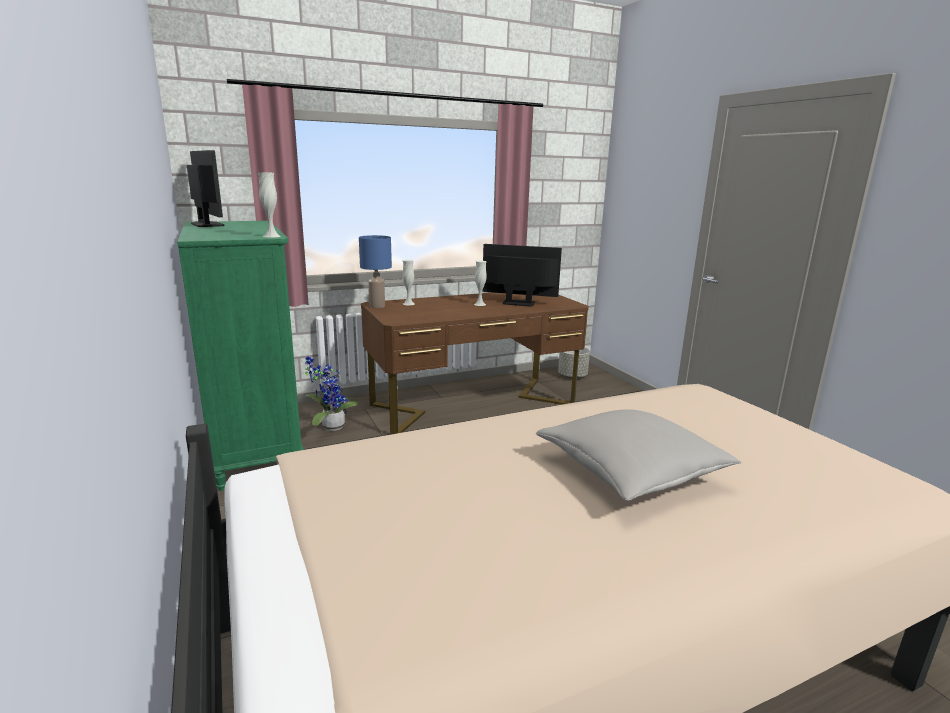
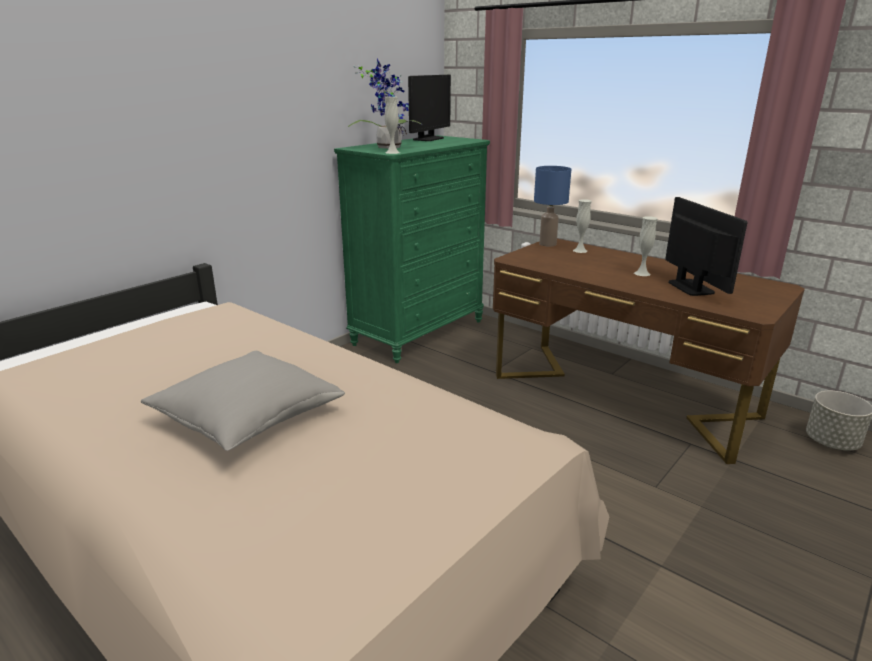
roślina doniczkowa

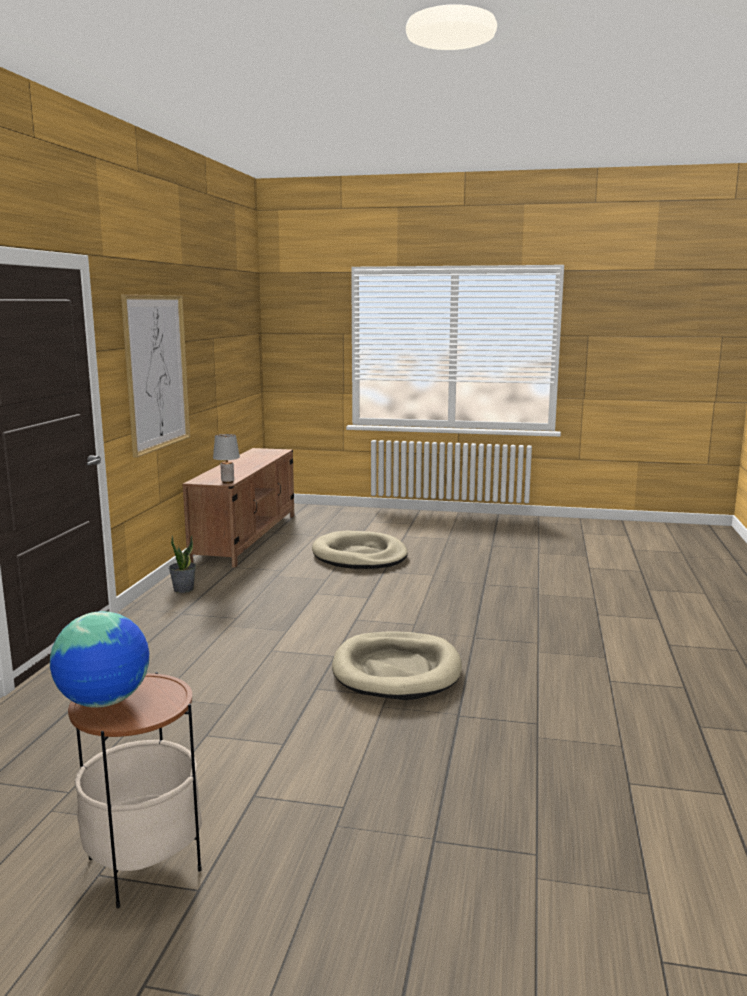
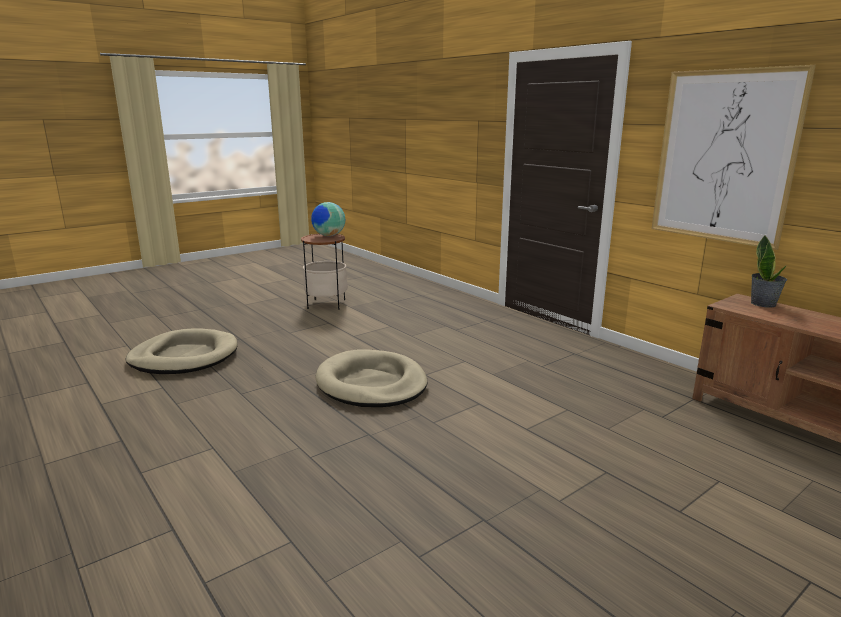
lampa stołowa/szary
roślina doniczkowa
legowisko/beżowy (1st from left)

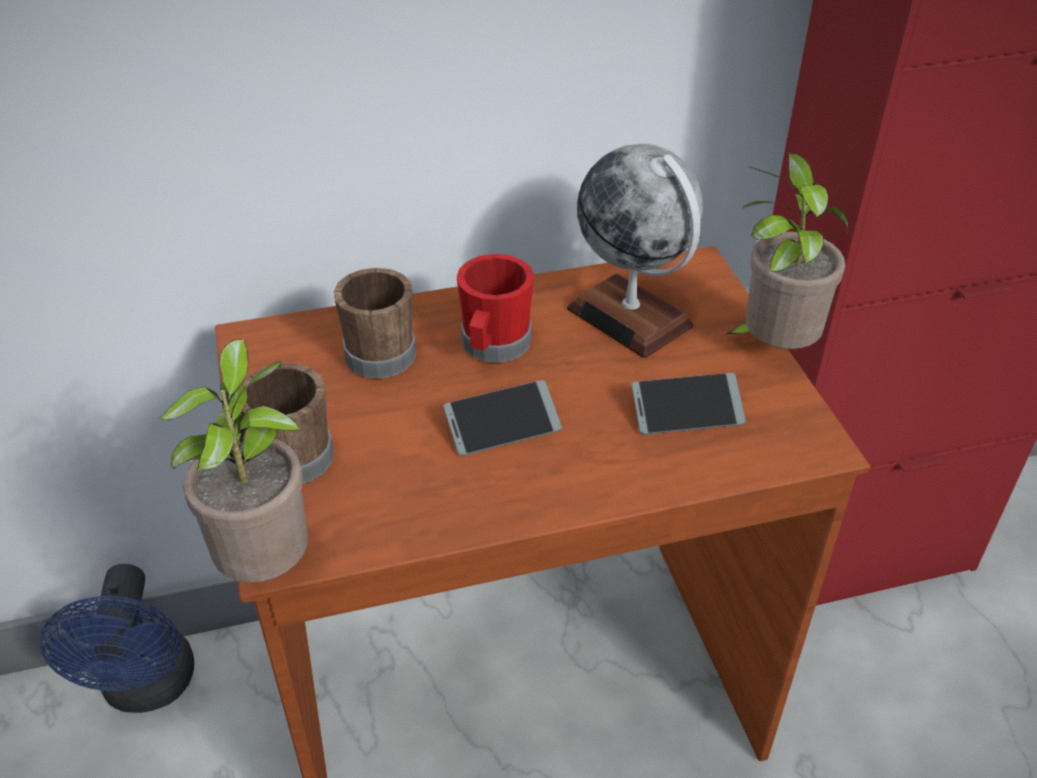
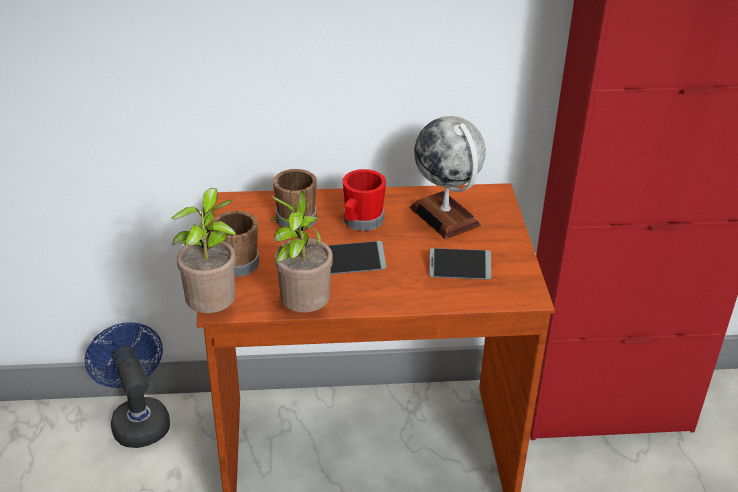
roślina doniczkowa (2nd from left)
wentylator/niebieski

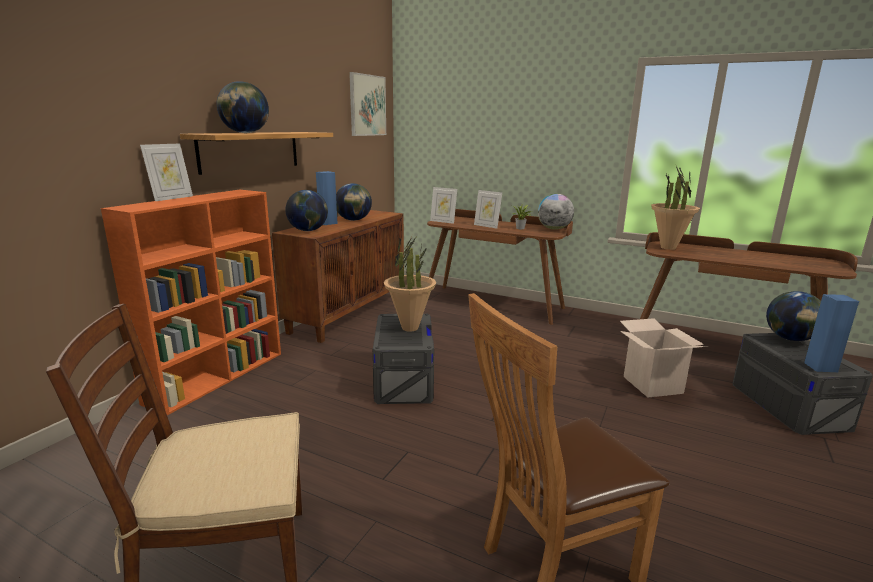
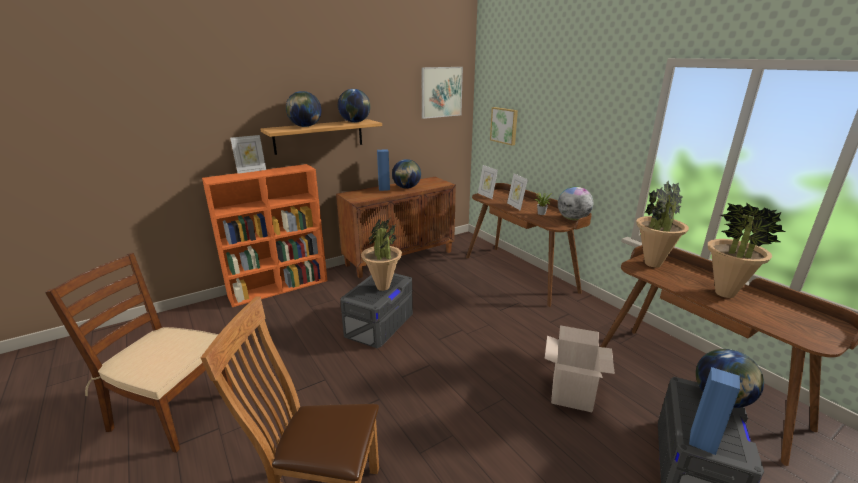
obraz (2nd from left)
roślina doniczkowa (4th from left)
globus (2nd from left)

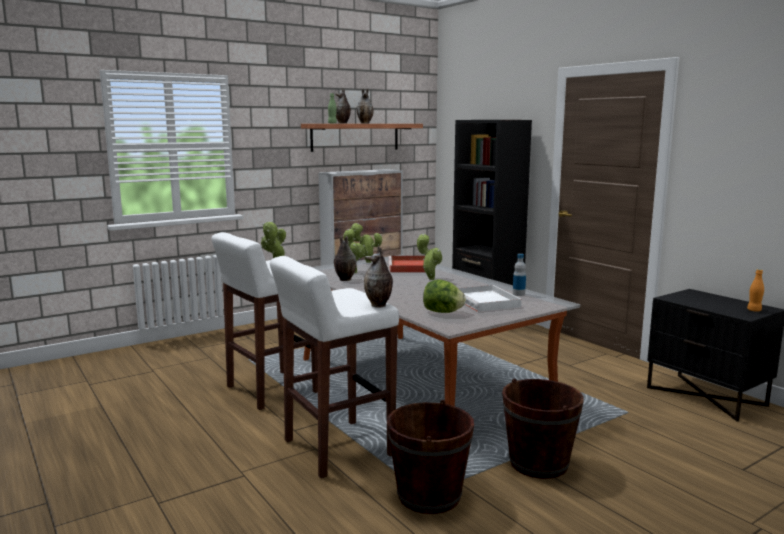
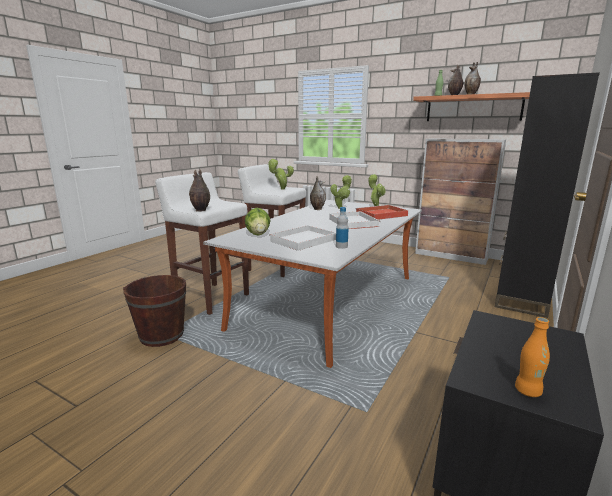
wiadro/brązowy (2nd from left in the first image)
taca/biały (2nd from left)

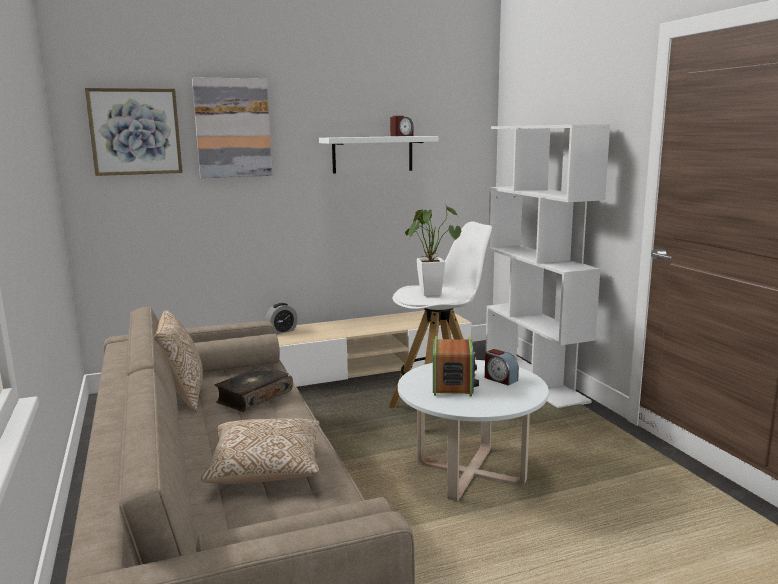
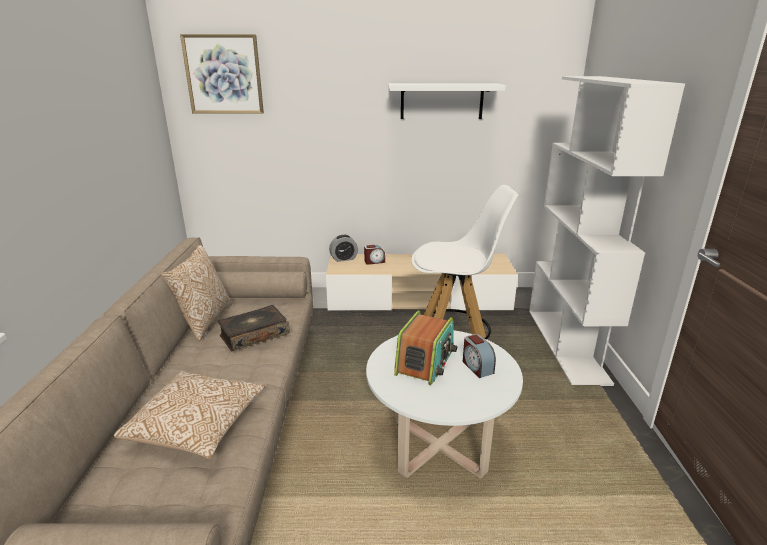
obraz (2nd from left in the first image)
roślina doniczkowa
budzik (2nd from left)

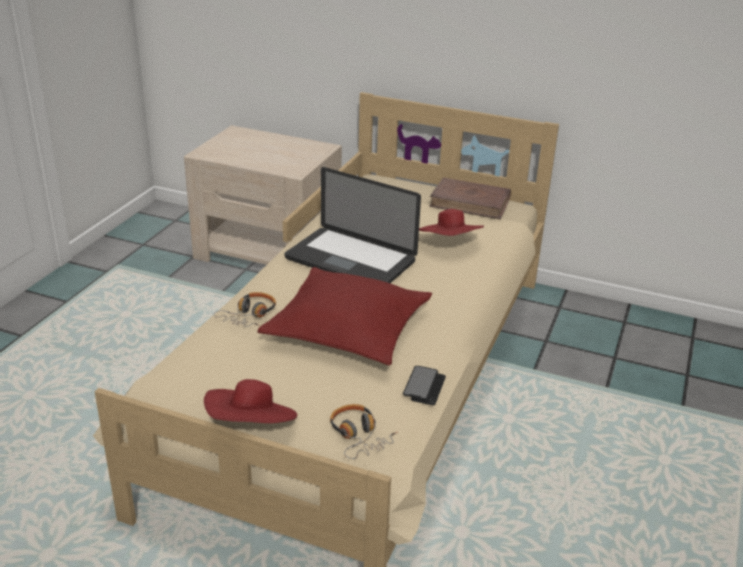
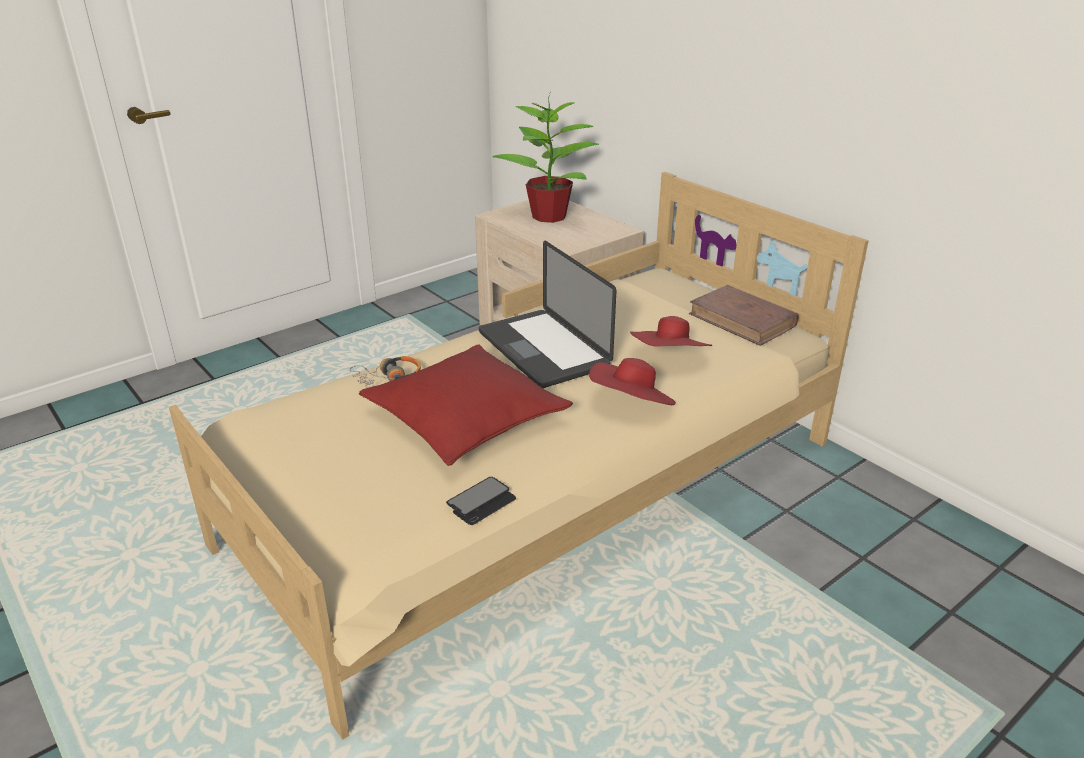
słuchawki (2nd from left in the first image)
roślina doniczkowa
kapelusz/czerwony (1st from left)

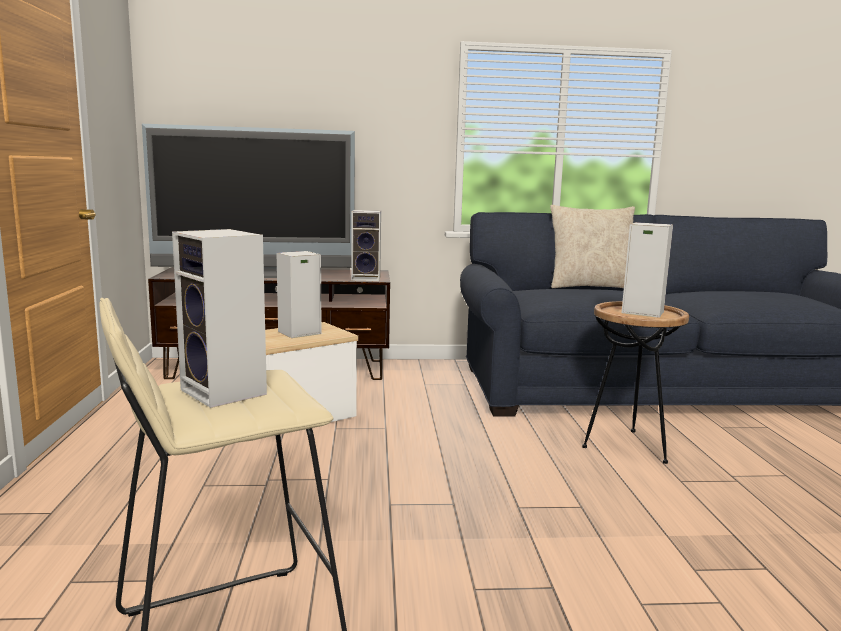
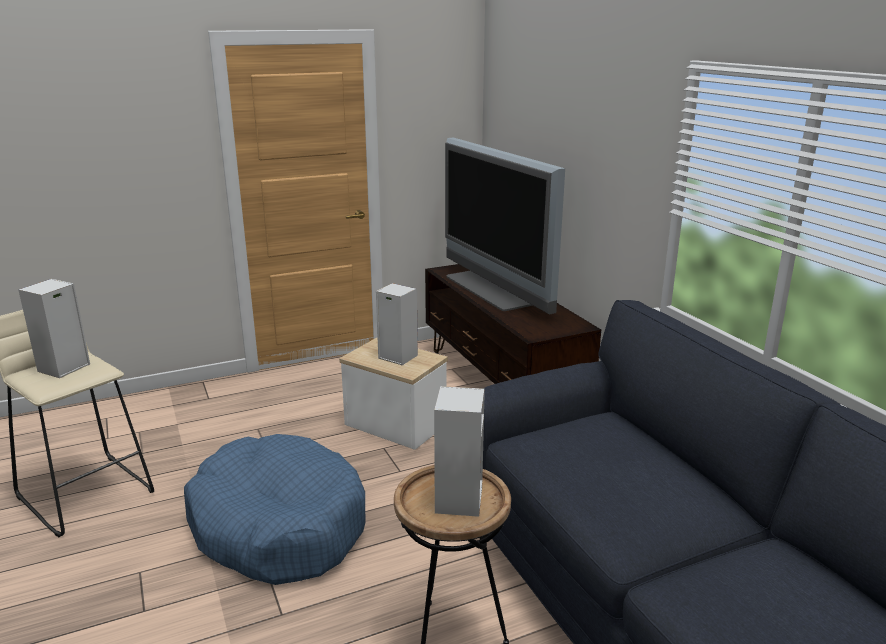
głośnik (3rd from left in the first image)
poduszka/beżowy
legowisko/niebieski

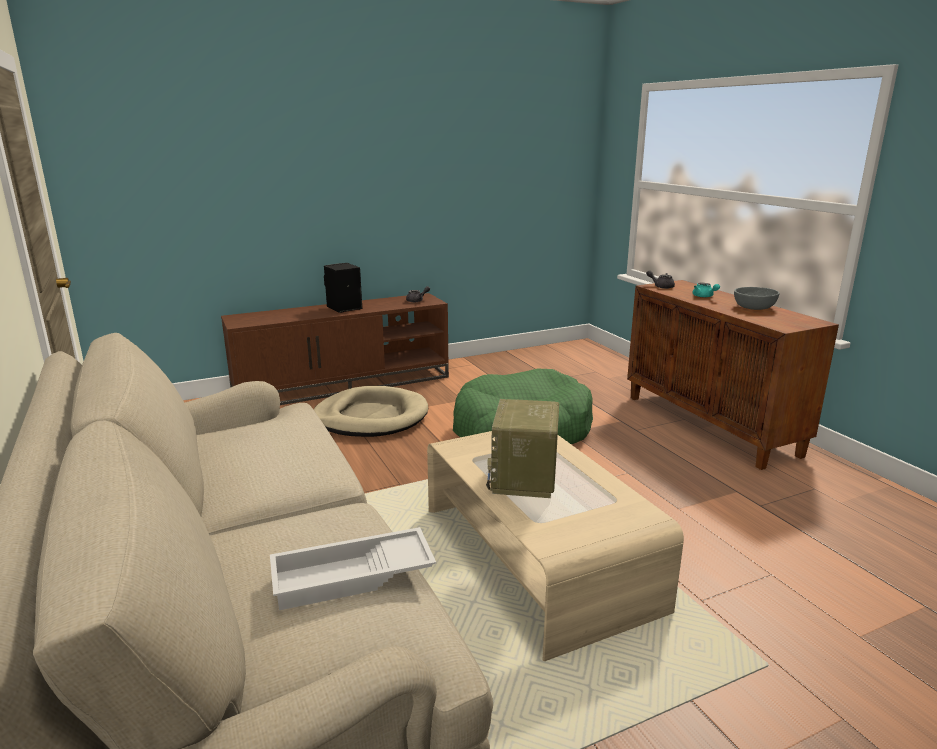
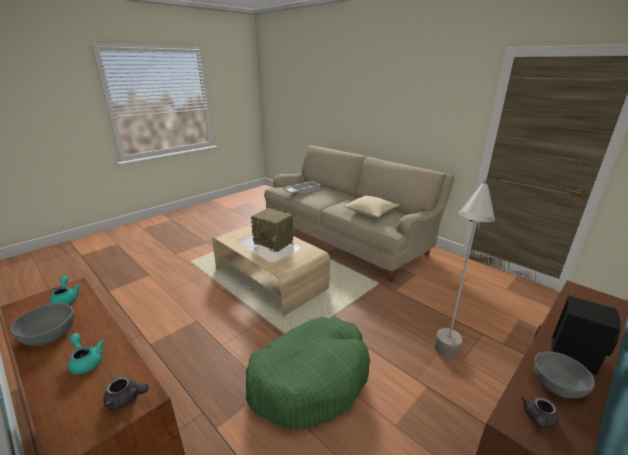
imbryk/turkusowy (1st from left)
poduszka/beżowy
miska/szary (2nd from left)
lampa stojąca/szary
radio

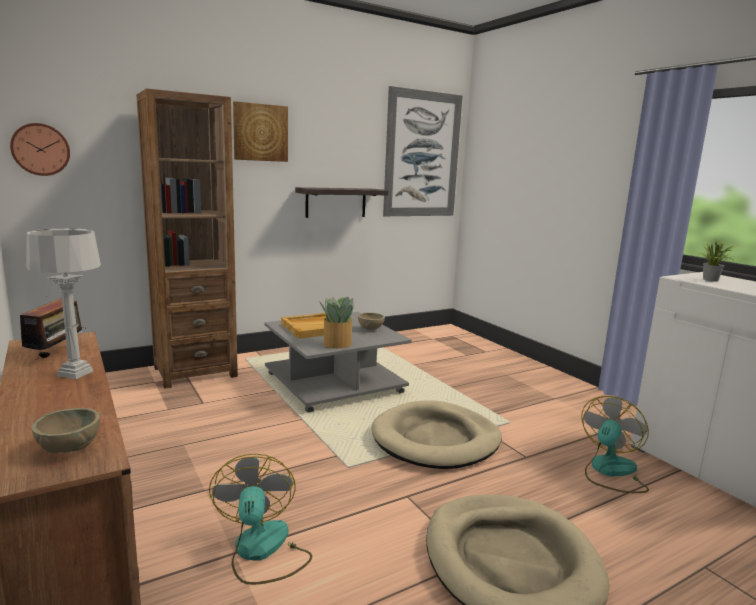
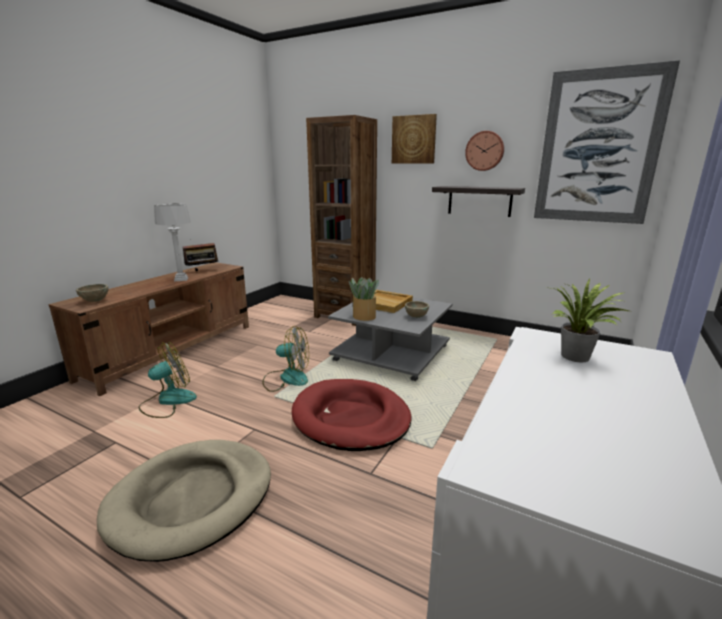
zegar ścienny
wentylator (2nd from left)
legowisko/czerwony

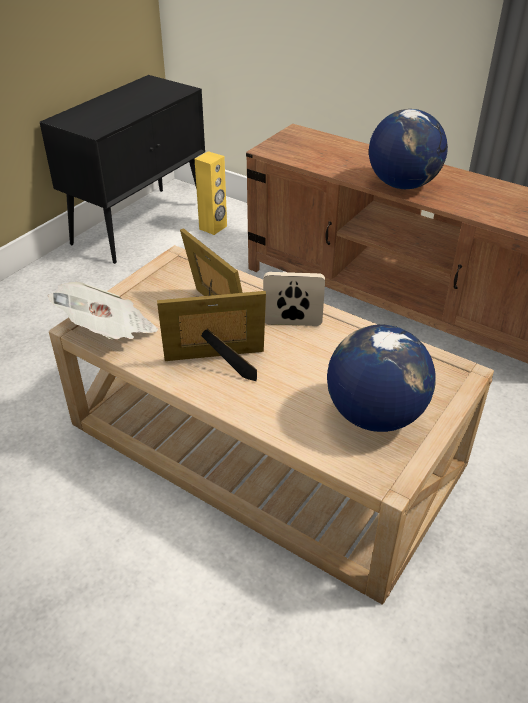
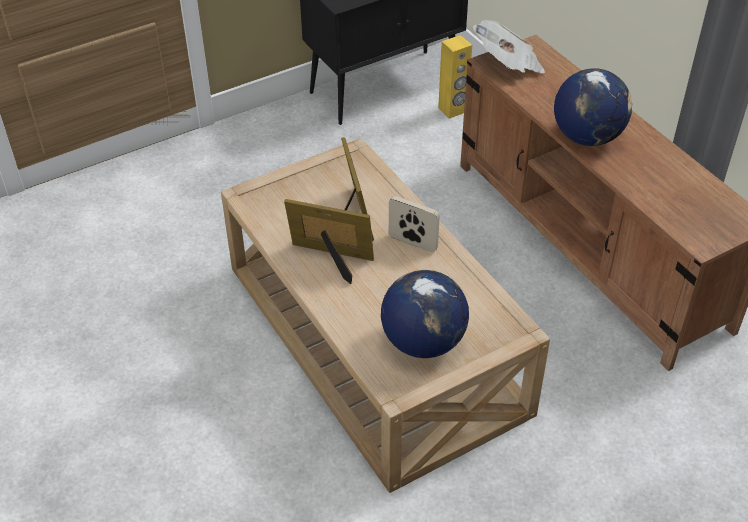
gazeta

